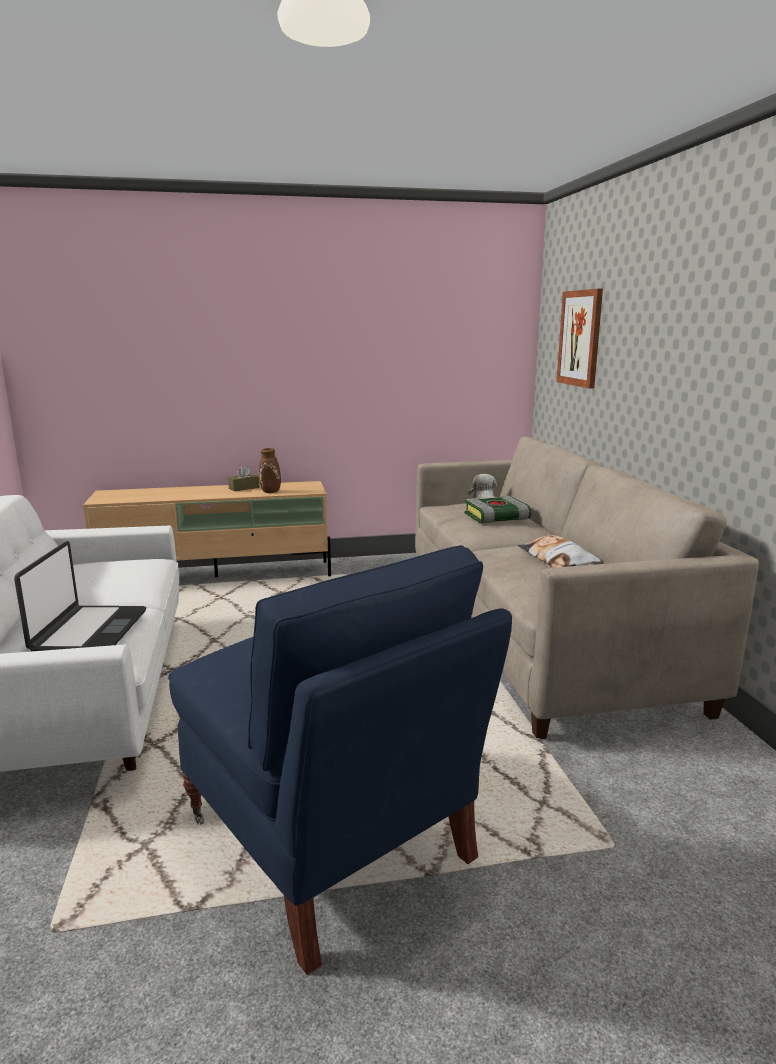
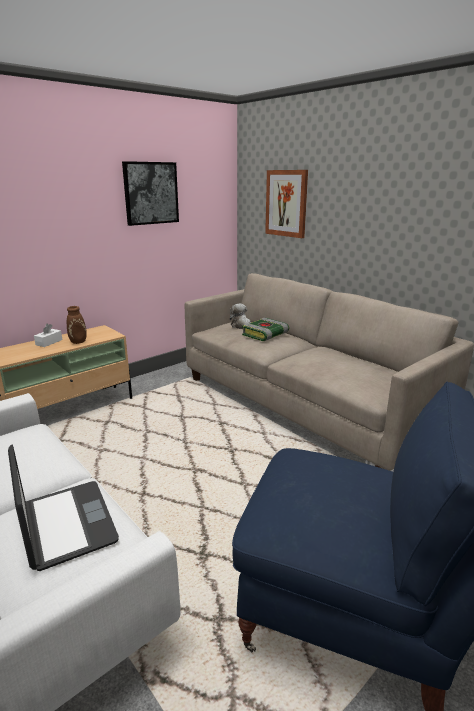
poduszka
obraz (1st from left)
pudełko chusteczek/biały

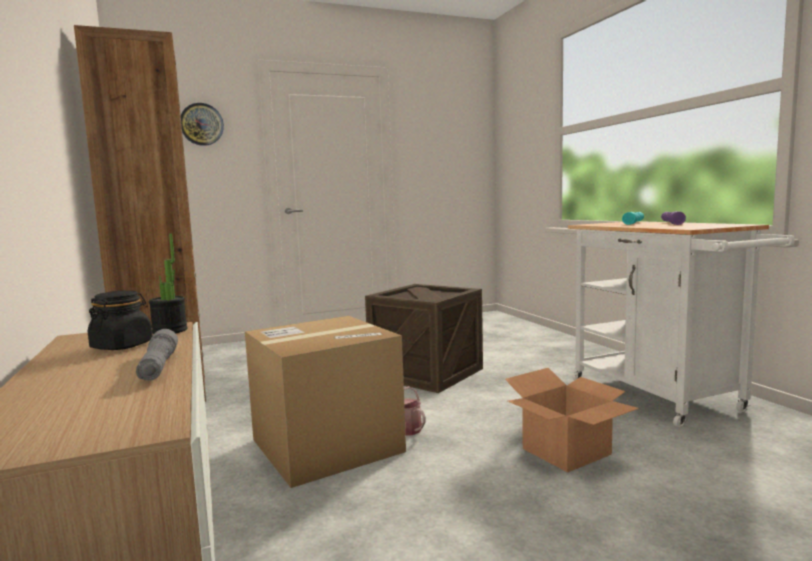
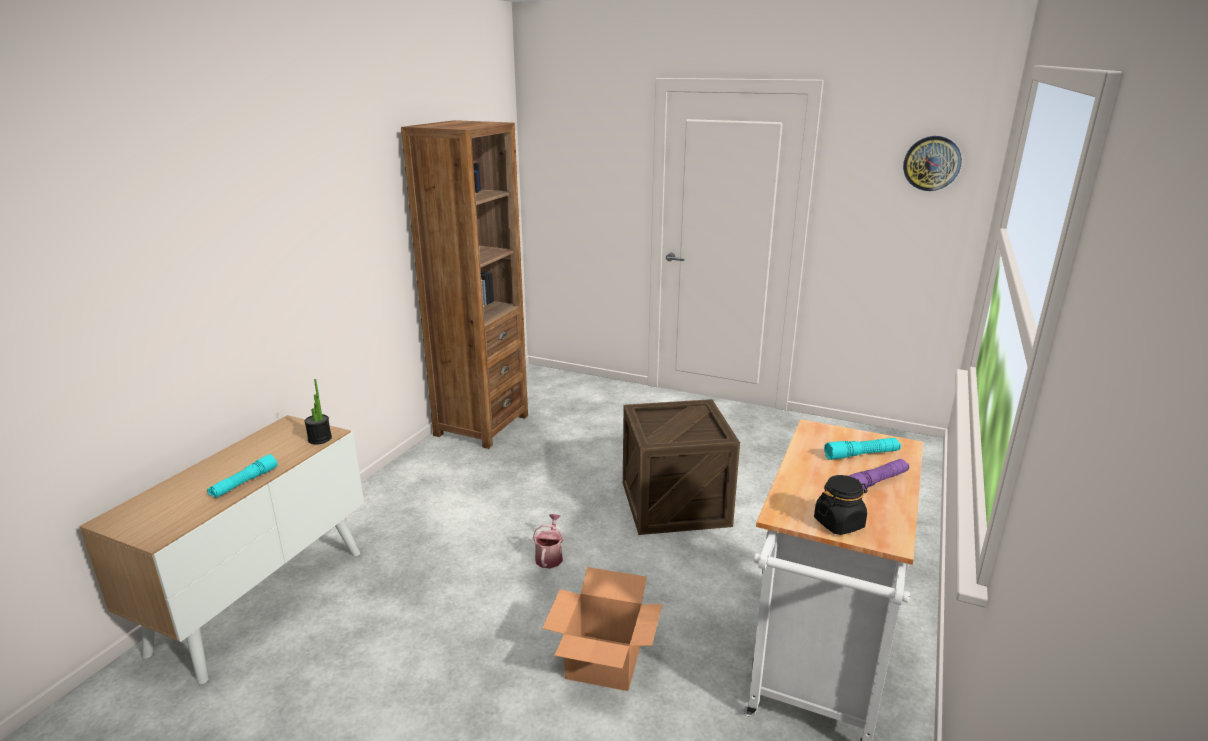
karton (1st from left in the first image)
słoik/czarny
zegar ścienny
latarka/turkusowy (1st from left)

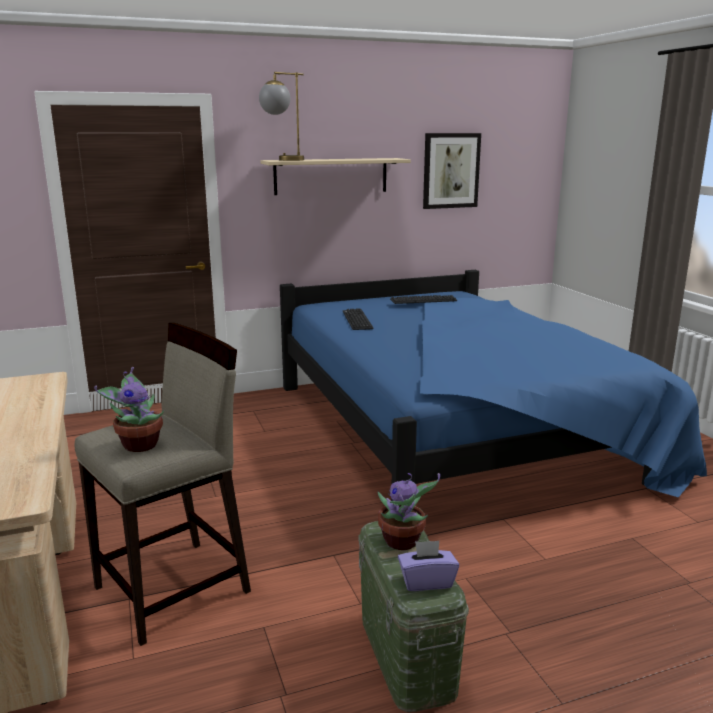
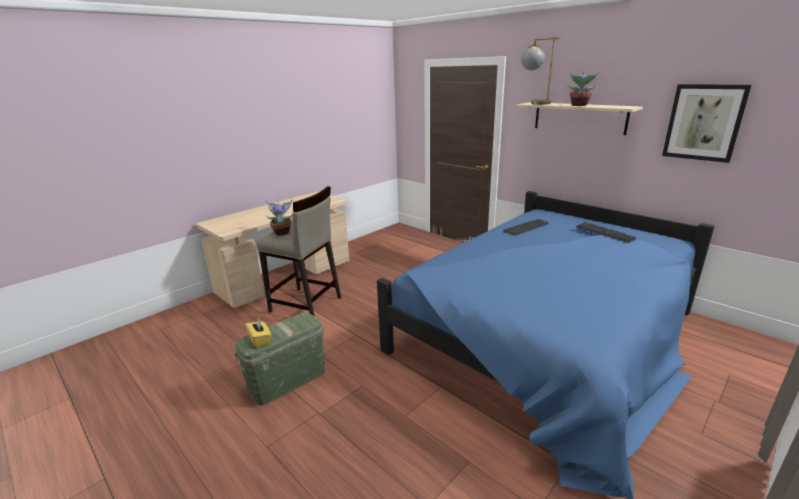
roślina doniczkowa (2nd from left)
pudełko chusteczek/żółty

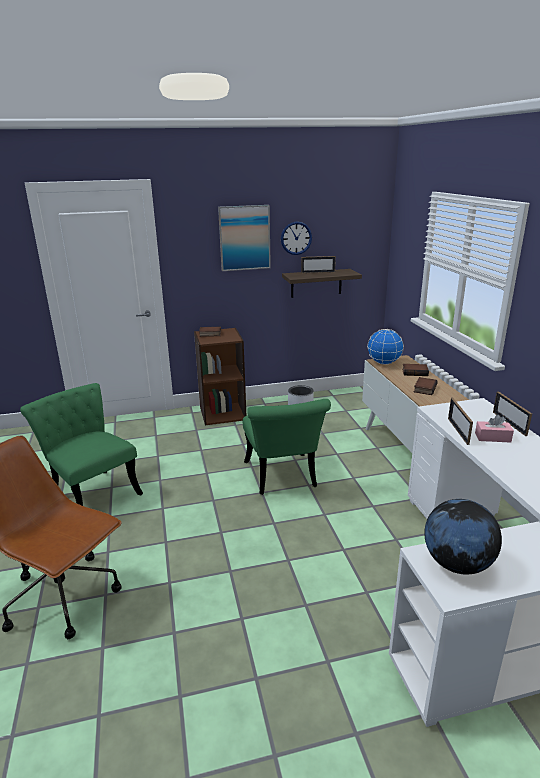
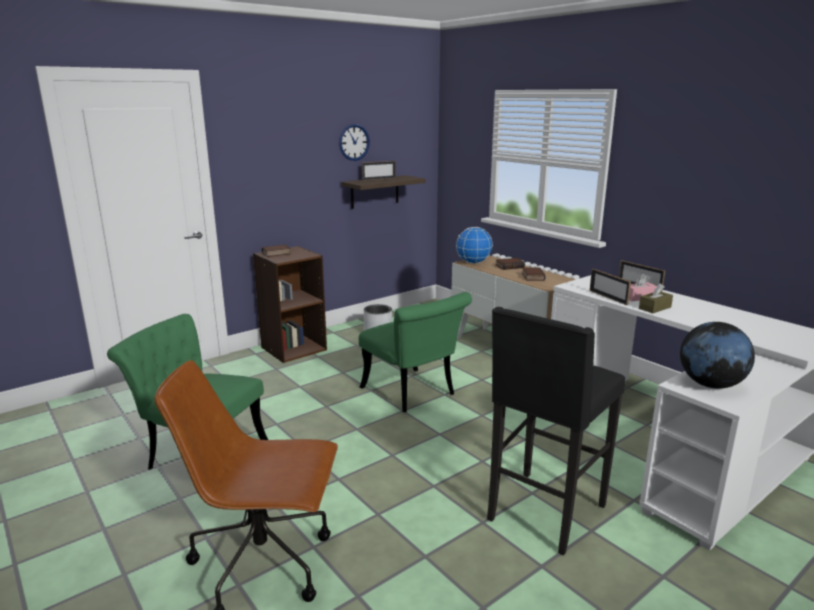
obraz
stołek/czarny
pudełko chusteczek/brązowy

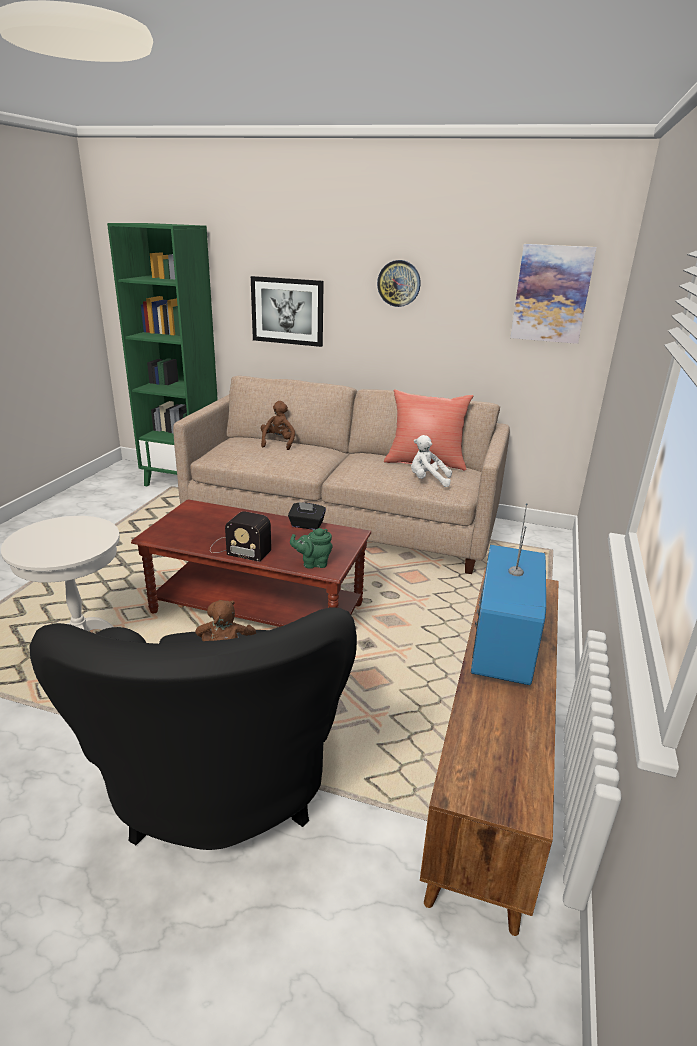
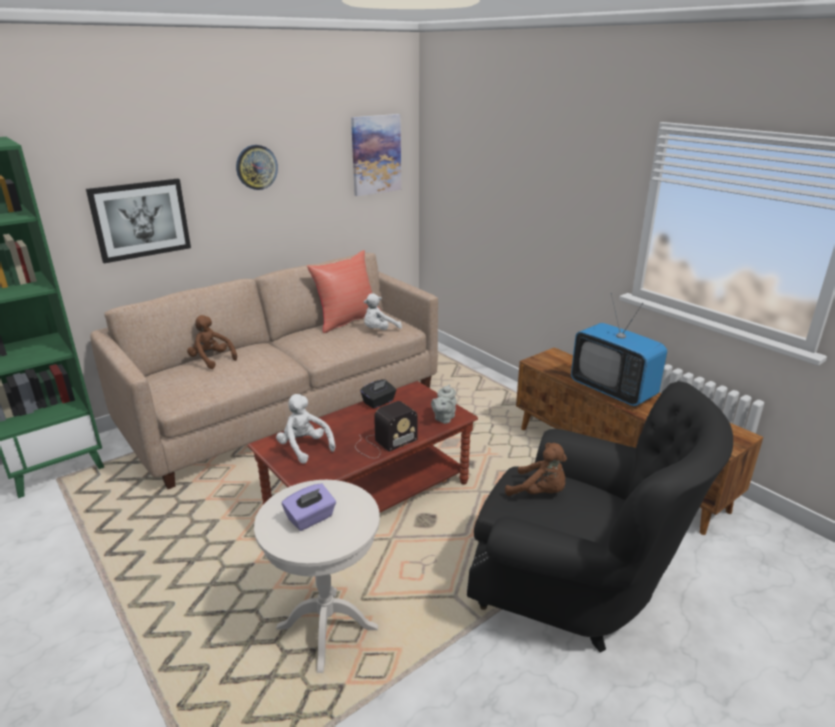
pluszak/biały (1st from left)
pudełko chusteczek/fioletowy
imbryk/szary

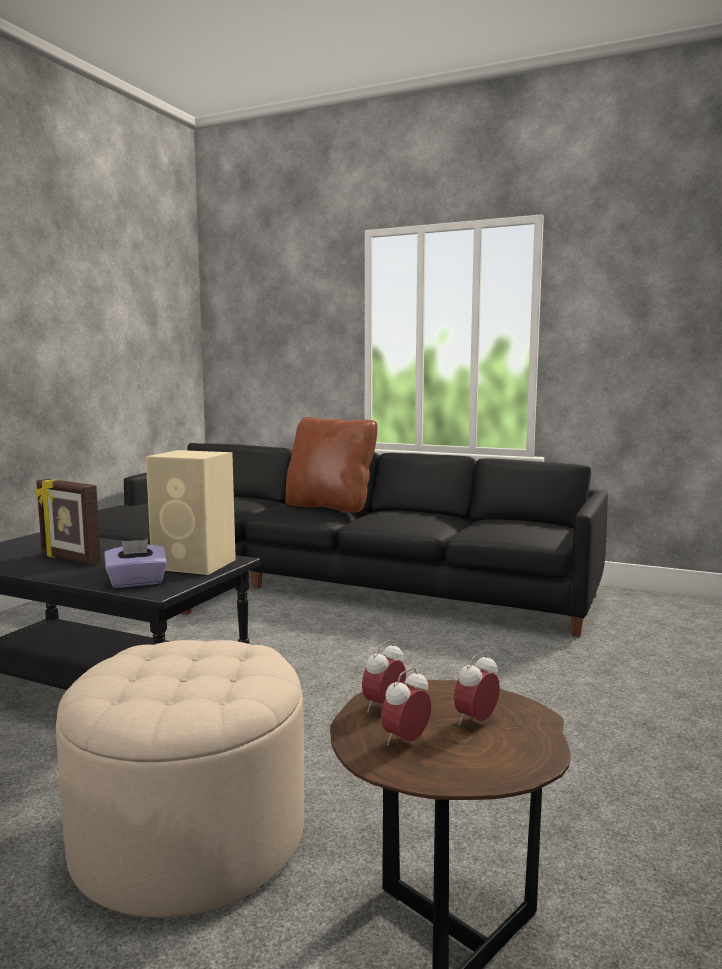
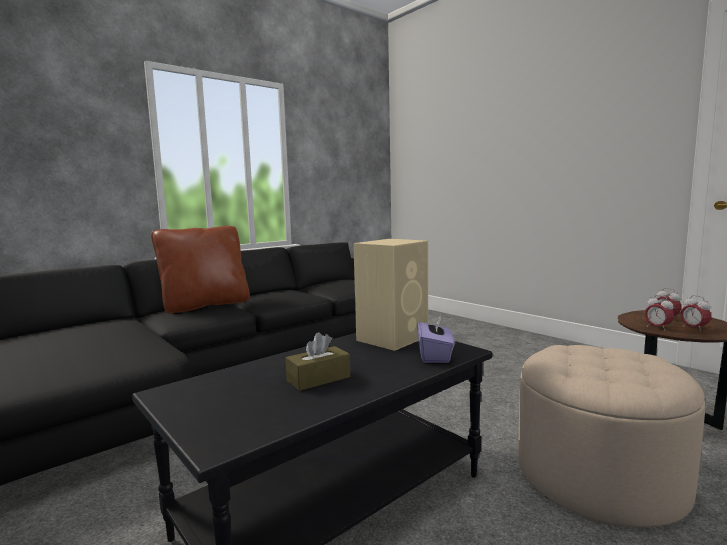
pudełko chusteczek/brązowy

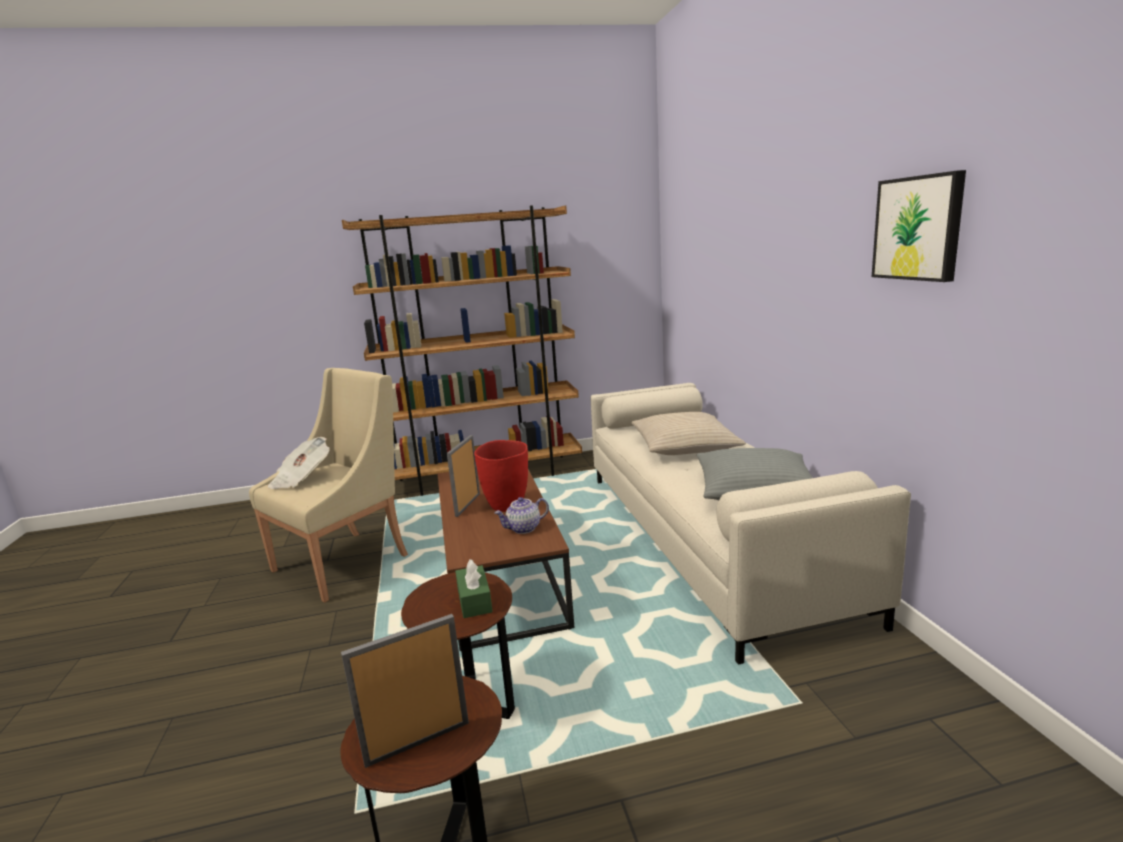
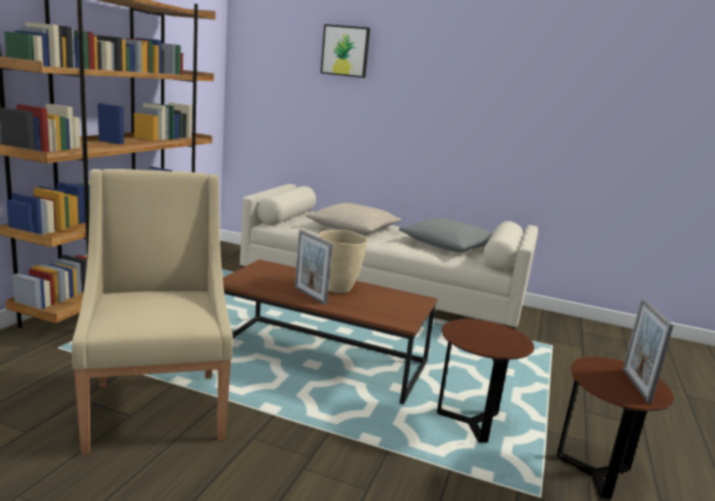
gazeta
pudełko chusteczek/zielony
imbryk
obraz
wazon/beżowy

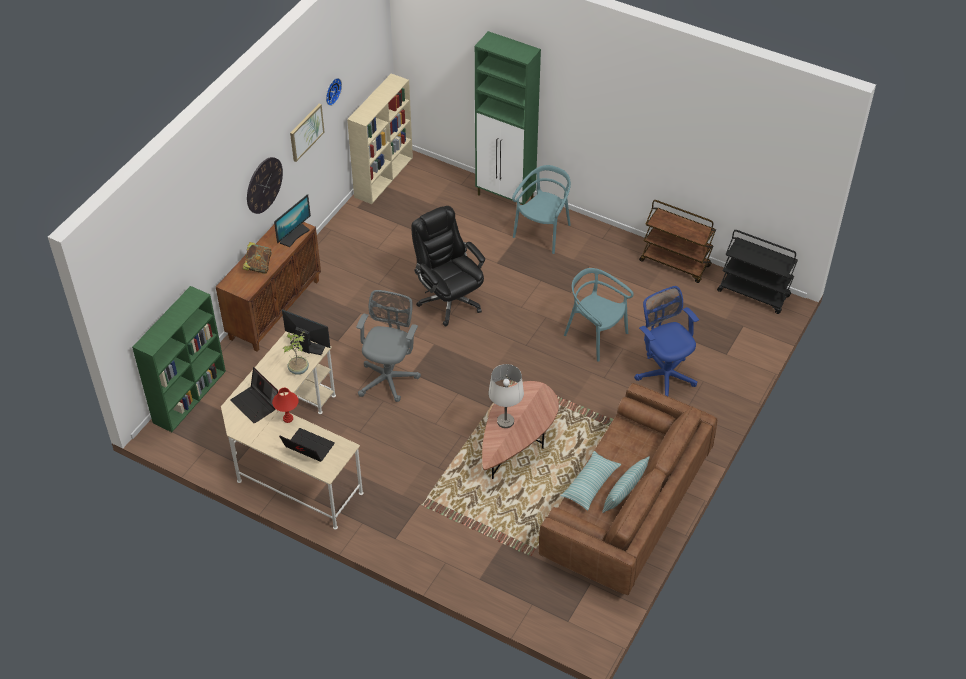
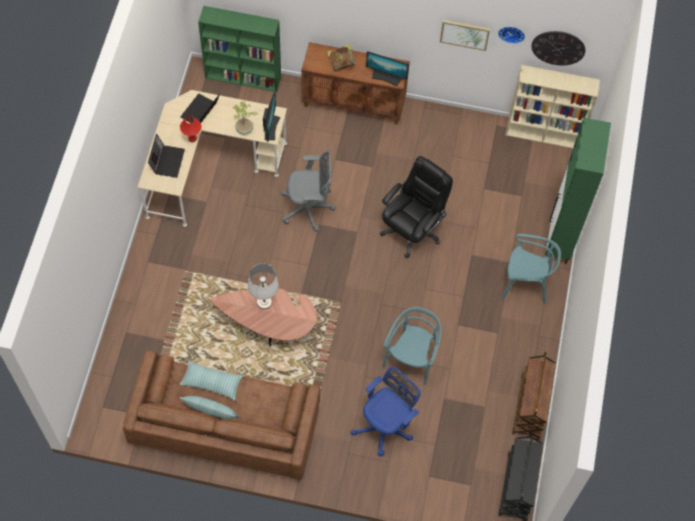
zegar ścienny (2nd from left)

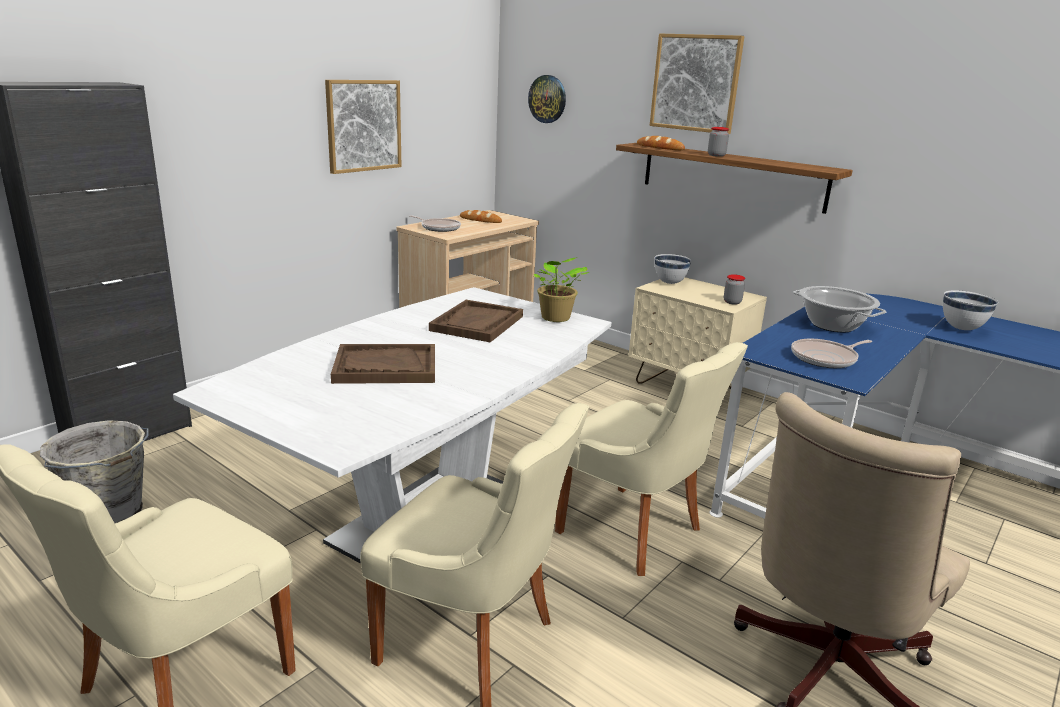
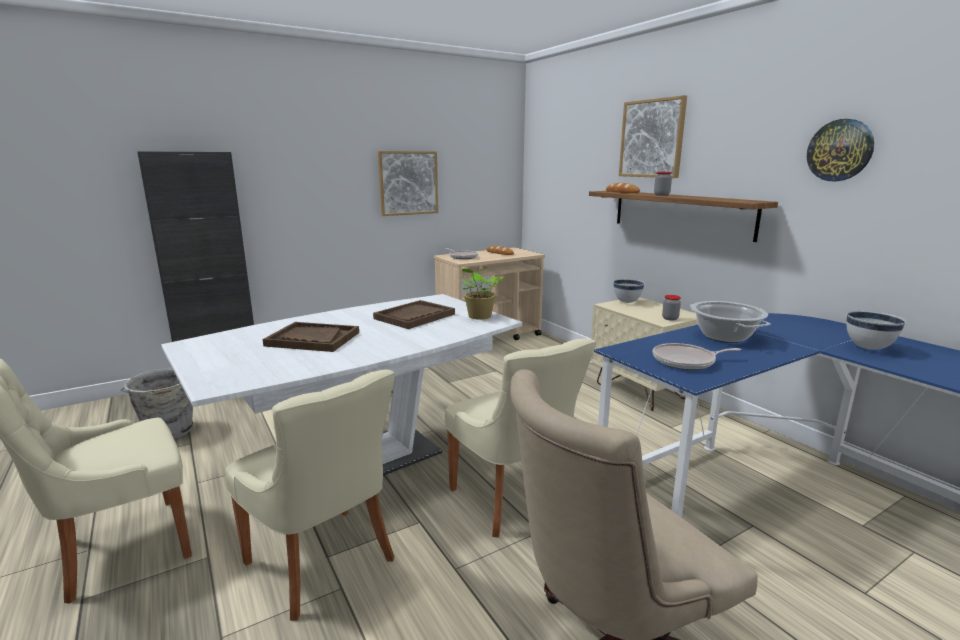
zegar ścienny

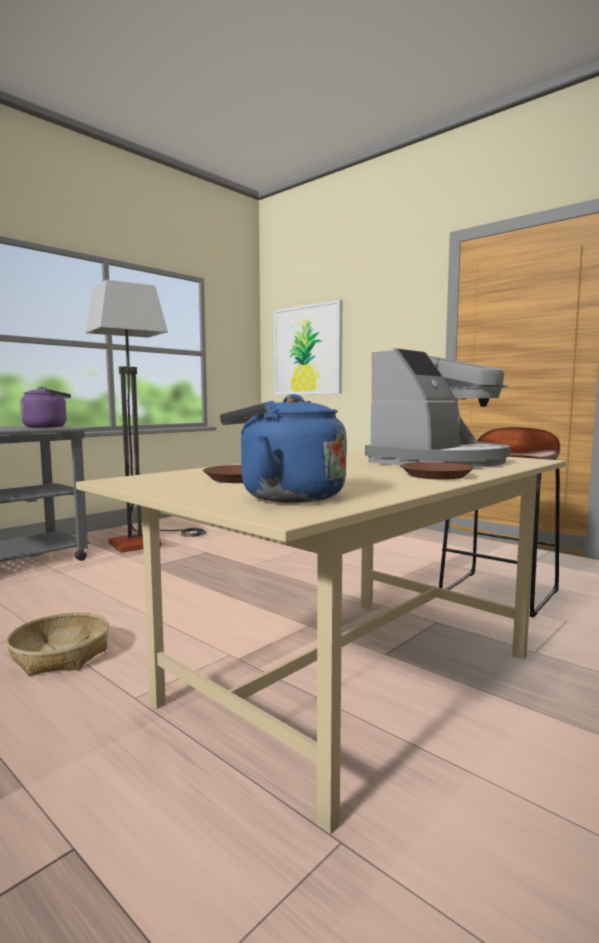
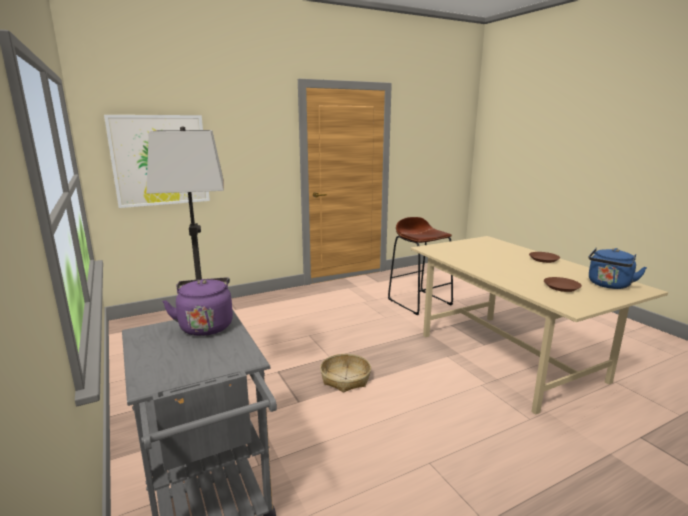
ekspres do kawy
koszyk

